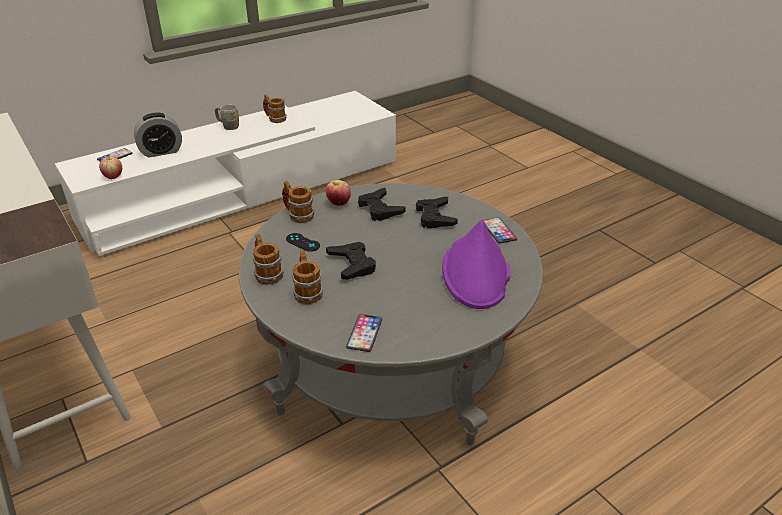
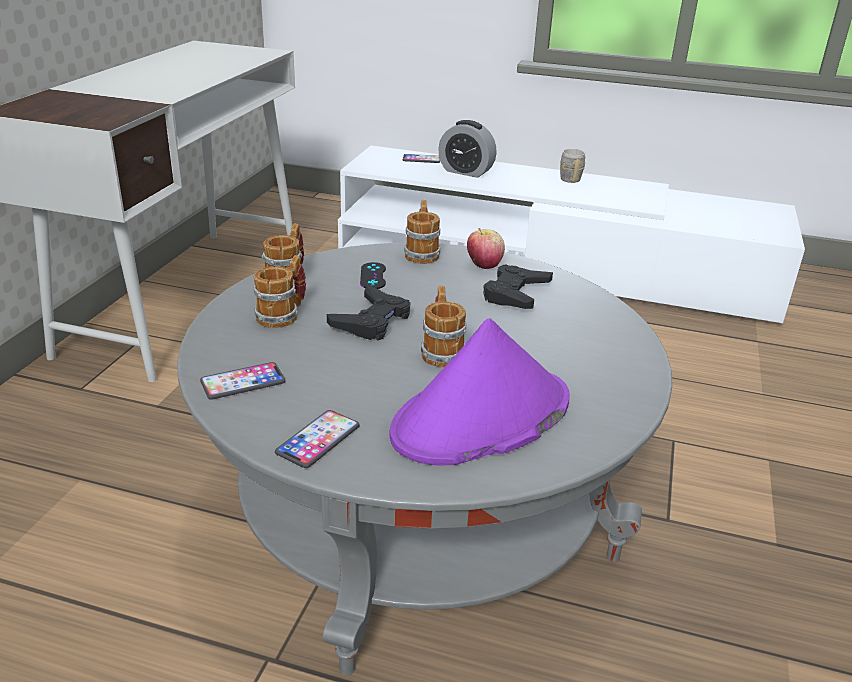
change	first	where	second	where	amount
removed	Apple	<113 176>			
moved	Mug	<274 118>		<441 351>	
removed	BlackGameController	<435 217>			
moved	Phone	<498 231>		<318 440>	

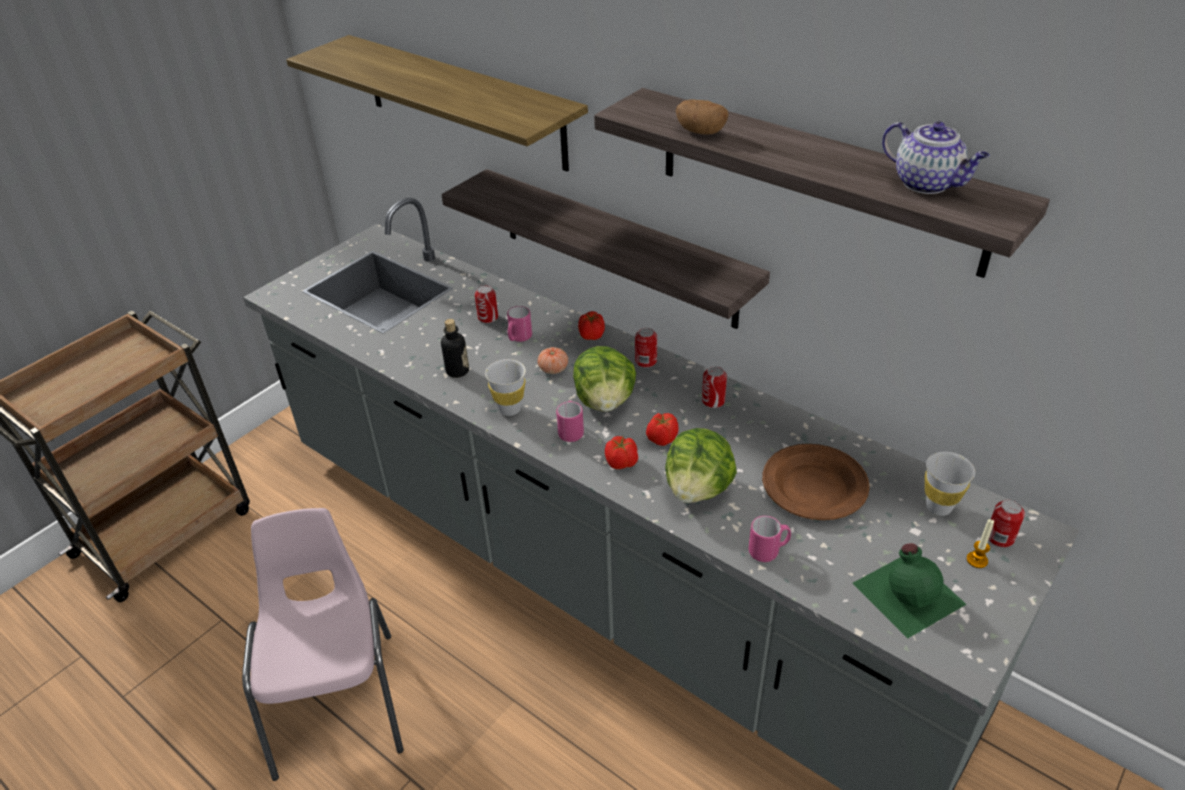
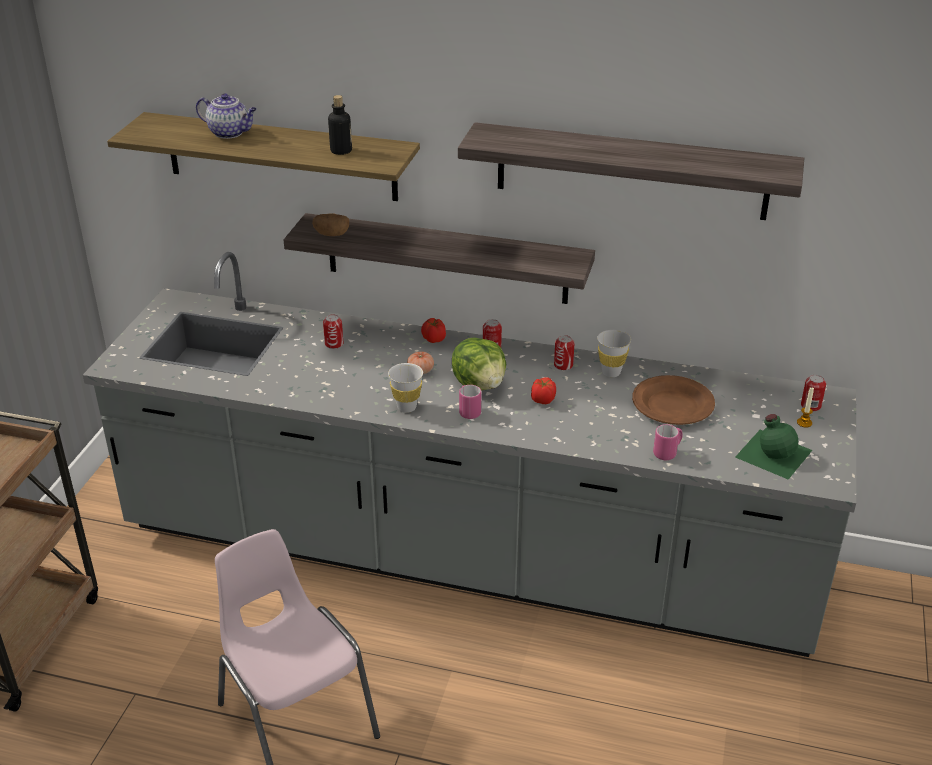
change	first	where	second	where	amount
moved	Bottle	<457 371>		<341 151>	
removed	PinkMug	<518 338>			
removed	Tomato	<622 463>			
removed	Lettuce	<698 489>			
moved	Potato	<700 132>		<331 234>	
moved	Teapot	<928 184>		<230 133>	
moved	WhiteCup	<938 507>		<611 372>	

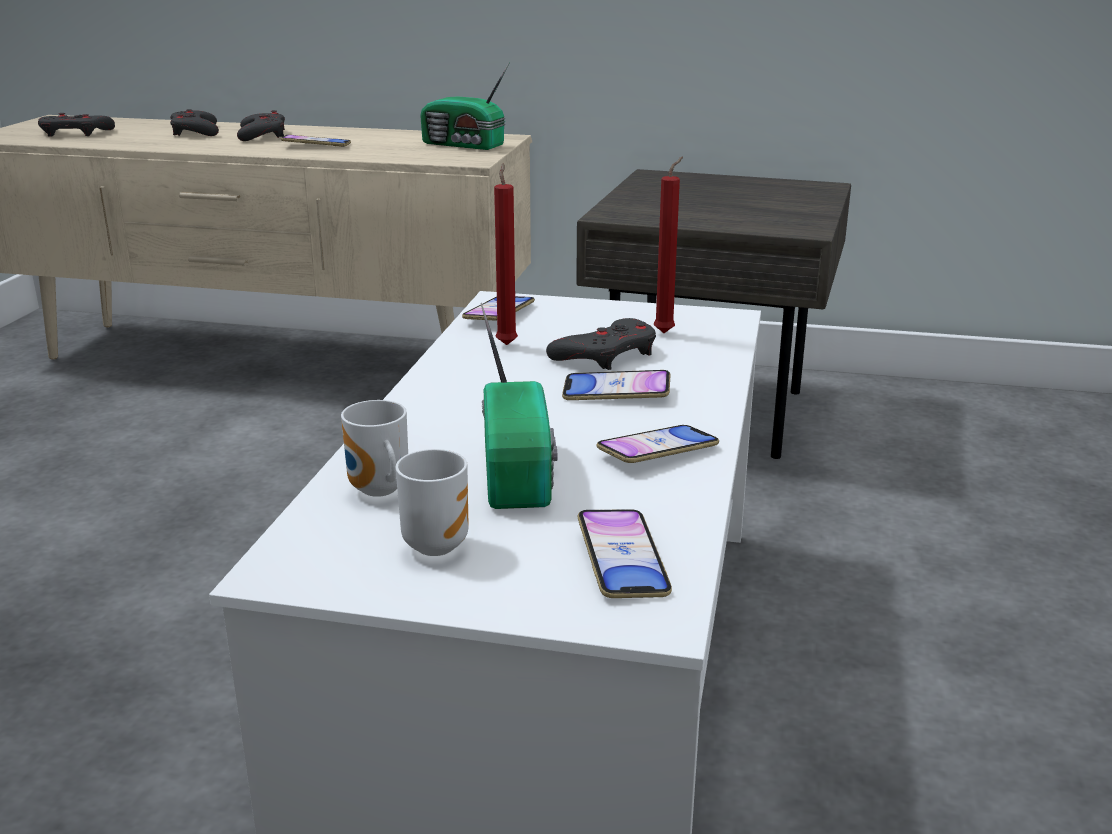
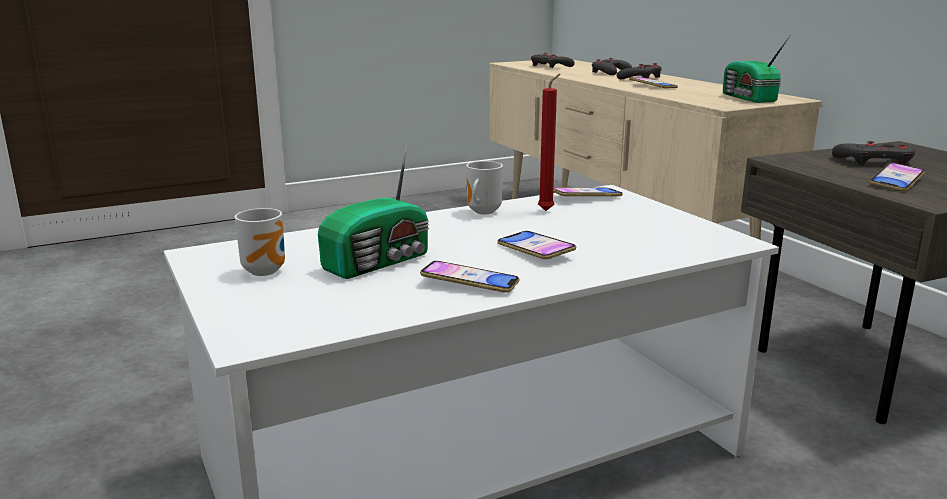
change	first	where	second	where	amount
moved	Mug	<378 491>		<481 212>	
moved	GreyGameController	<606 354>		<875 162>	
moved	Phone	<622 561>		<896 182>	
removed	RedCandle	<666 332>			

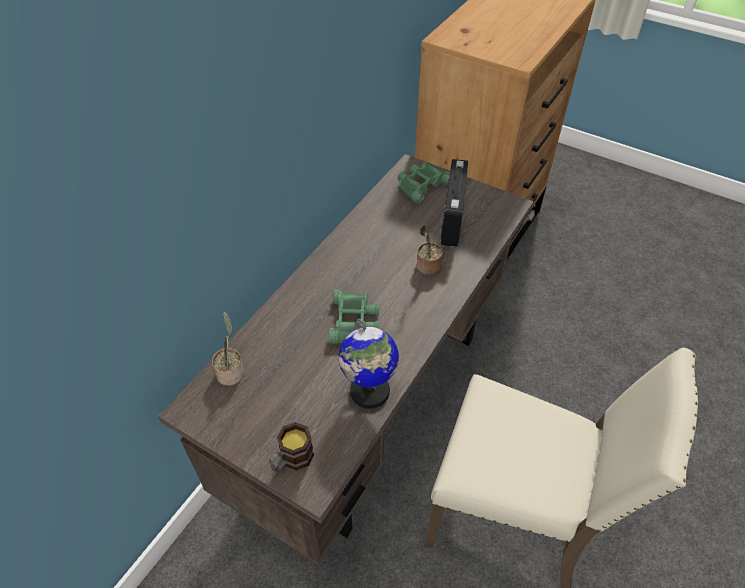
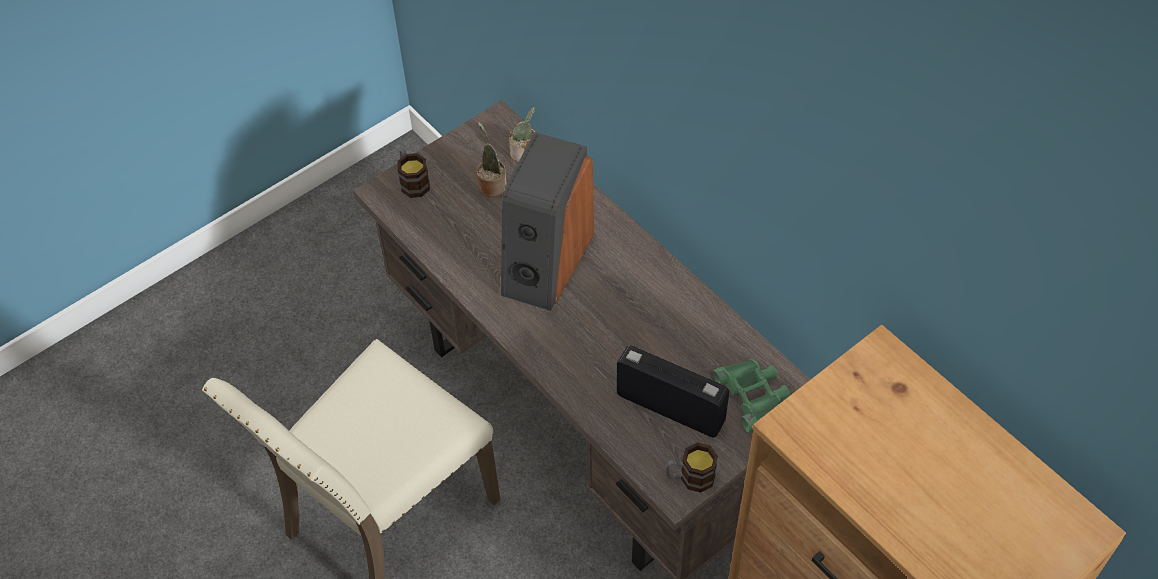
change	first	where	second	where	amount
replaced	GreenBinoculars	<354 321>	Speaker	<546 262>	
removed	Globe	<369 391>			
moved	PottedPlant	<427 267>		<491 184>	
added			Mug	<690 477>	

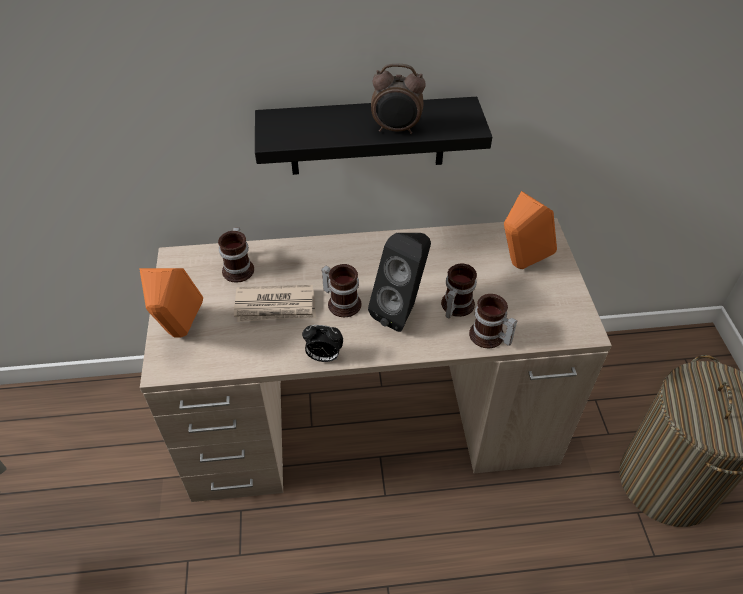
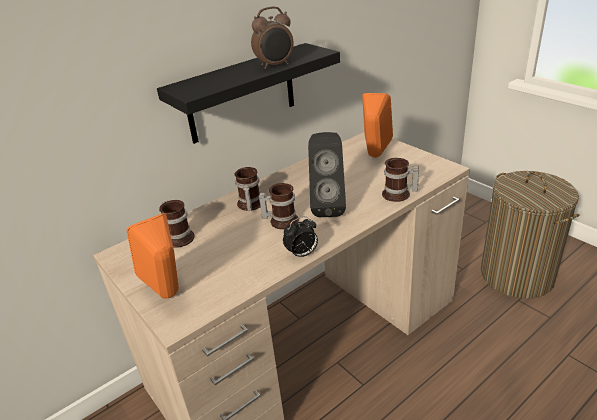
change	first	where	second	where	amount
removed	Newspaper	<276 306>			
moved	Mug	<454 306>		<249 205>	

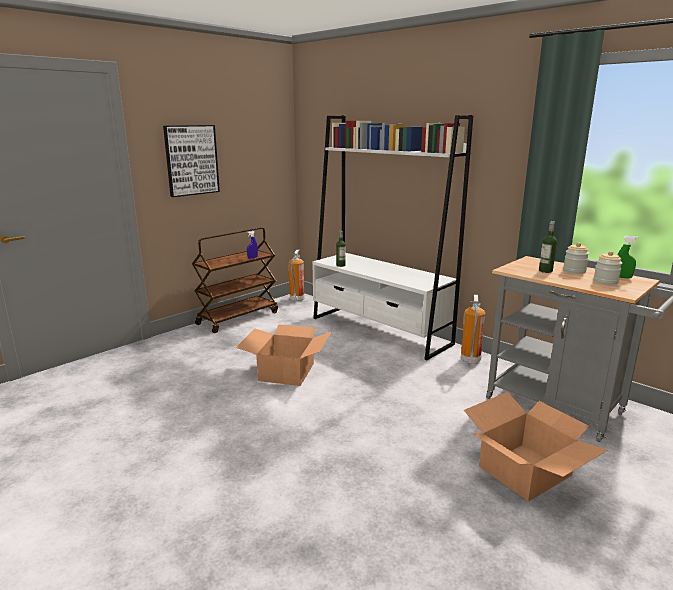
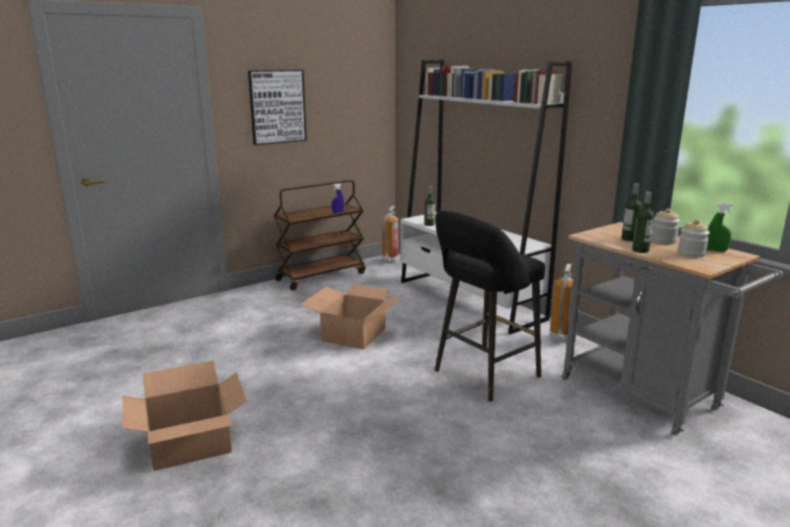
change	first	where	second	where	amount
moved	CardboardBox	<525 471>		<190 443>	
added			BlackStool	<482 375>	
added			Bottle	<640 250>	

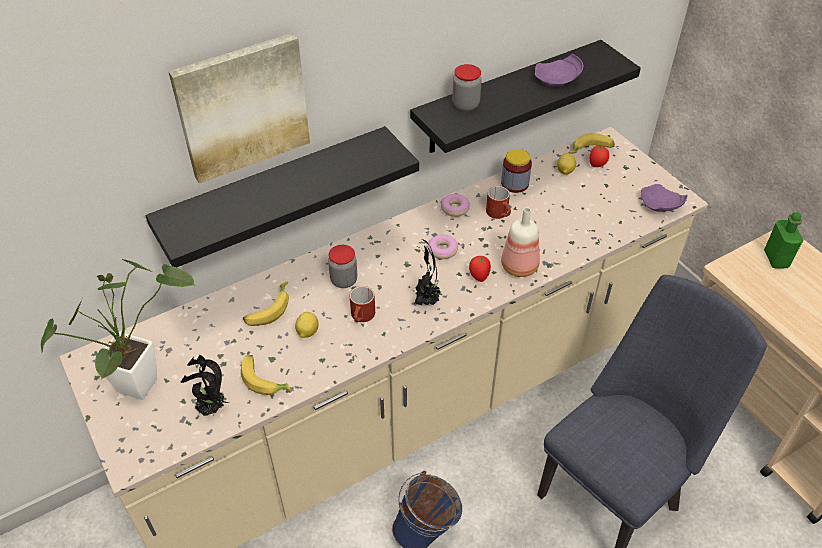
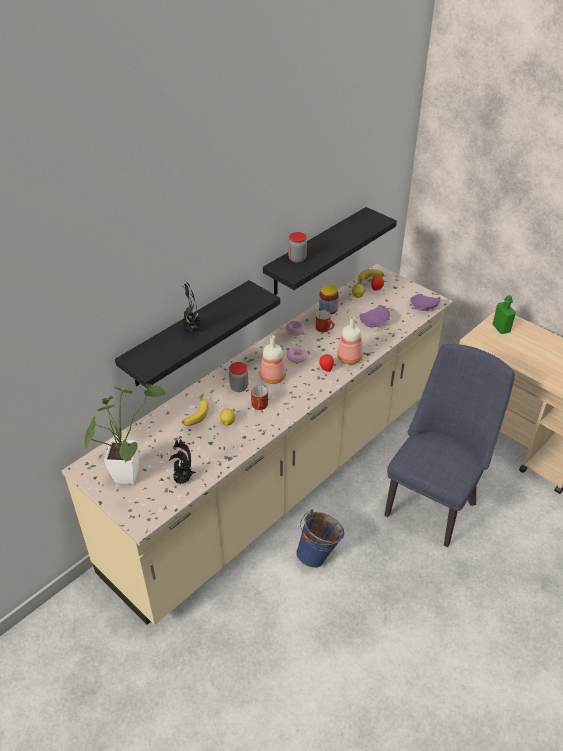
change	first	where	second	where	amount
removed	Picture	<242 107>			
removed	Banana	<265 379>			
moved	PottedPlant	<426 300>		<191 329>	
moved	PurplePlate	<557 80>		<374 322>	
added			Bottle	<272 377>	

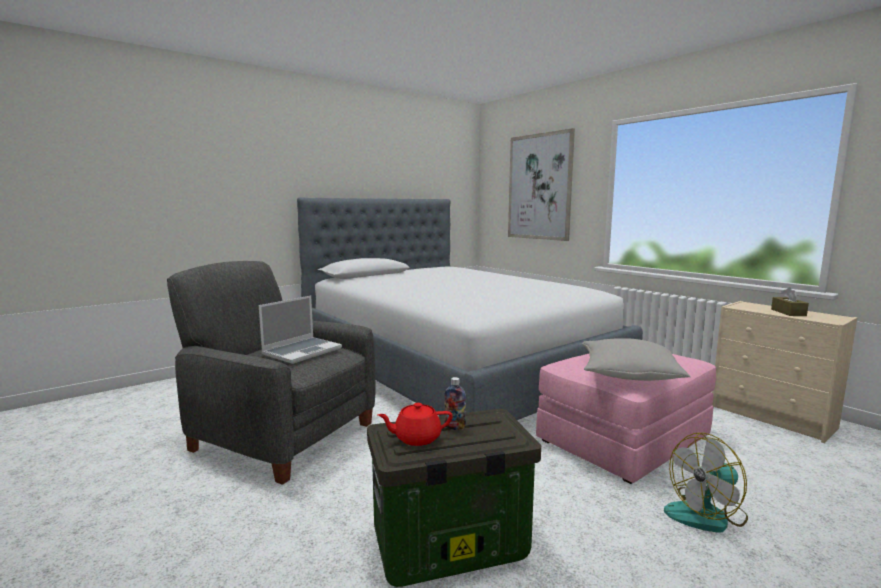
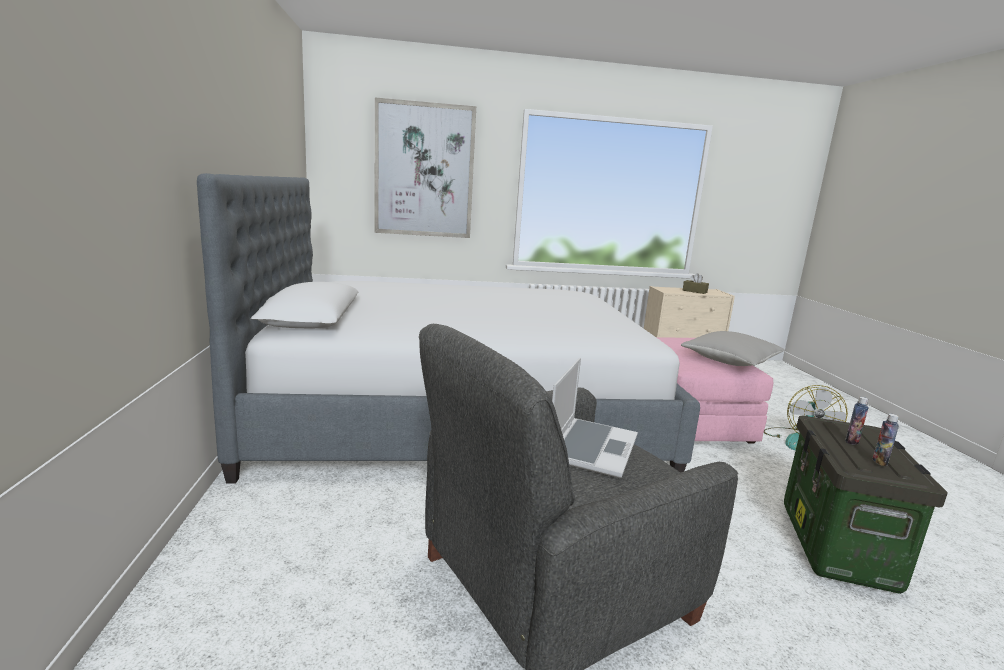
change	first	where	second	where	amount
turned	Laptop	<302 351>		<591 447>	45 degrees clockwise
replaced	RedTeapot	<416 438>	Bottle	<879 461>	

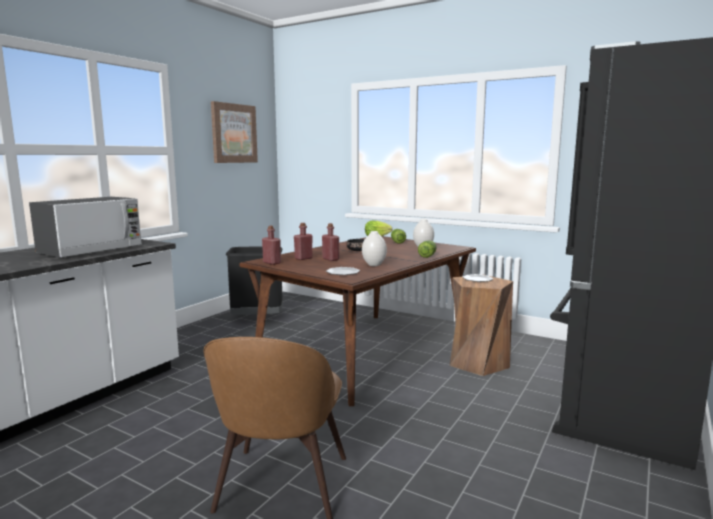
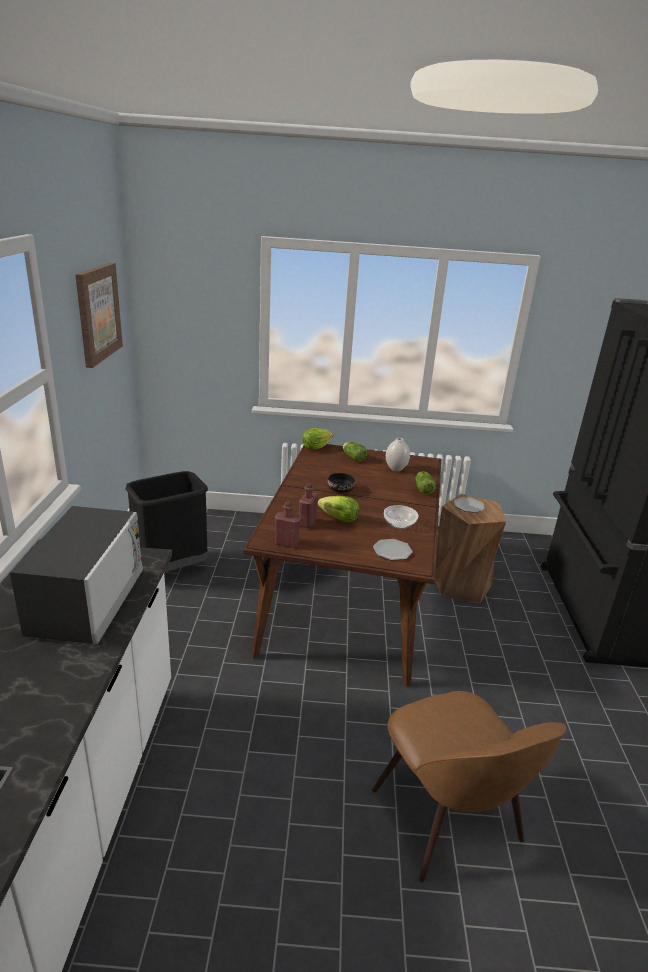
change	first	where	second	where	amount
replaced	RedBottle	<330 259>	Lettuce	<339 519>	
replaced	WhiteVase	<373 265>	Bowl	<399 524>	

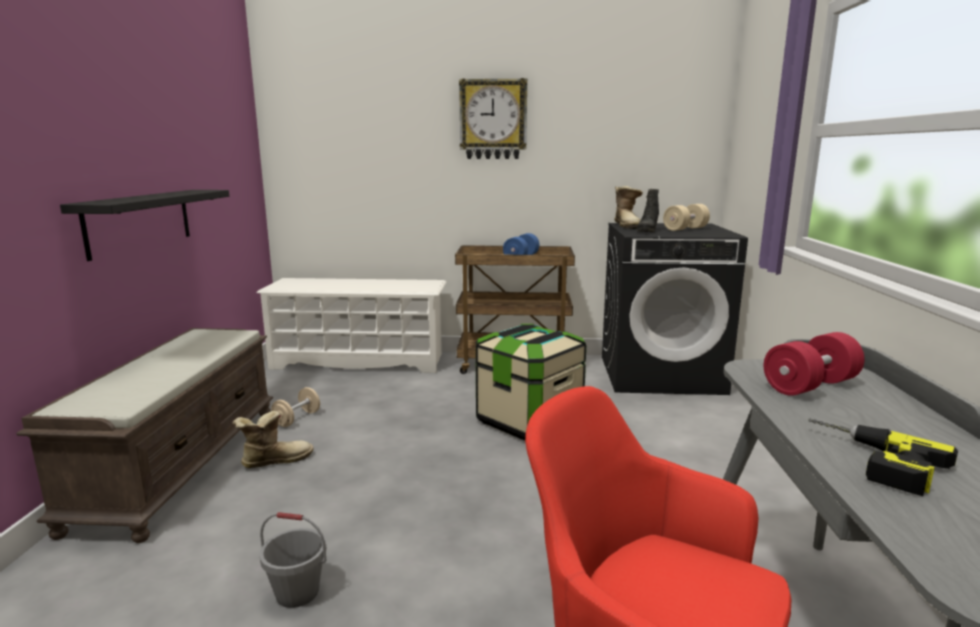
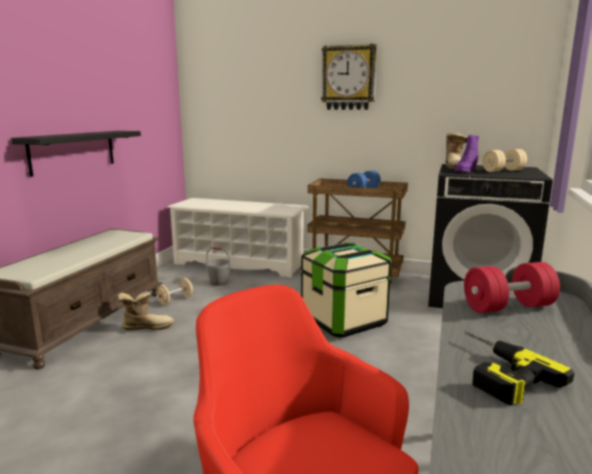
change	first	where	second	where	amount
moved	GreyBucket	<298 592>		<219 282>	
recoloured	BlackBoot	<647 231>	PurpleBoot	<465 171>	

